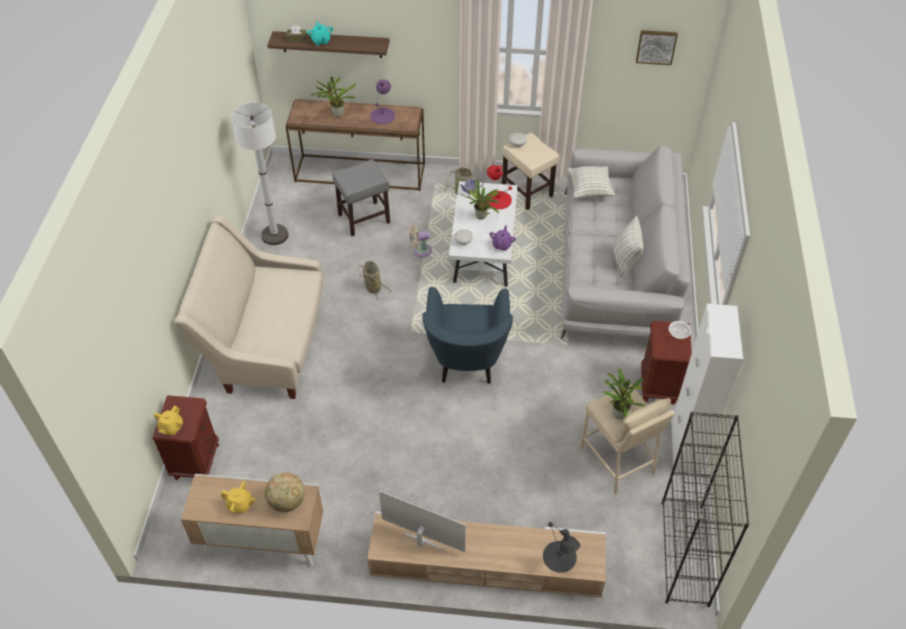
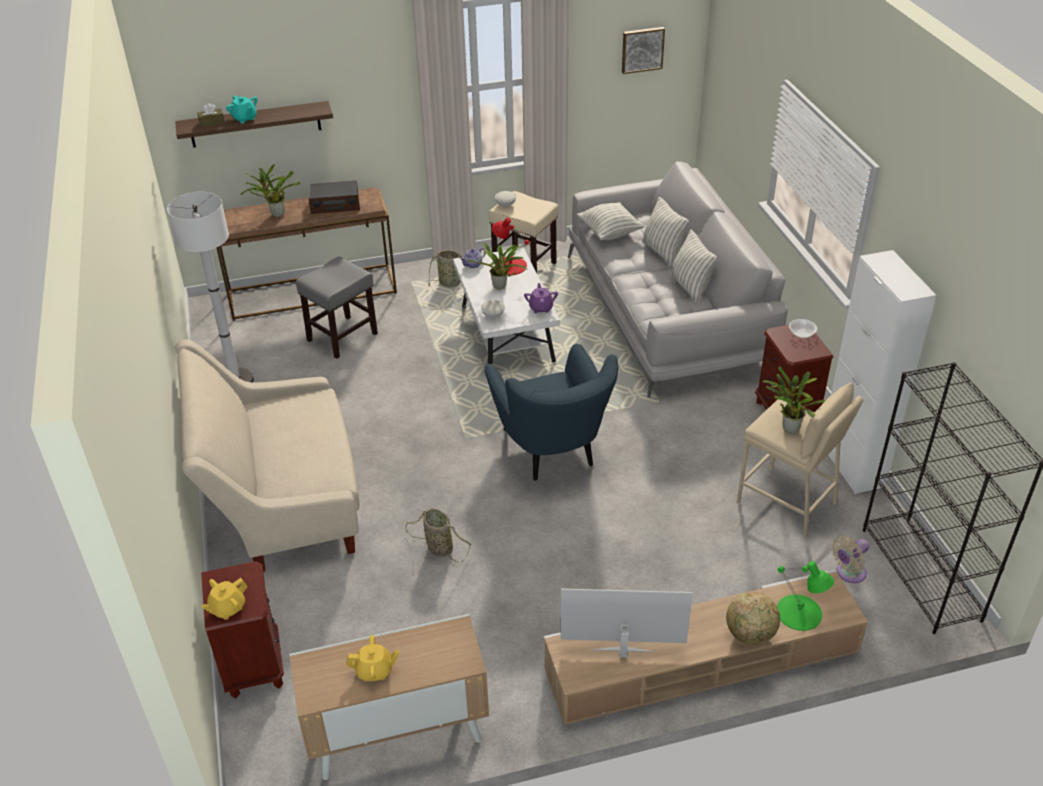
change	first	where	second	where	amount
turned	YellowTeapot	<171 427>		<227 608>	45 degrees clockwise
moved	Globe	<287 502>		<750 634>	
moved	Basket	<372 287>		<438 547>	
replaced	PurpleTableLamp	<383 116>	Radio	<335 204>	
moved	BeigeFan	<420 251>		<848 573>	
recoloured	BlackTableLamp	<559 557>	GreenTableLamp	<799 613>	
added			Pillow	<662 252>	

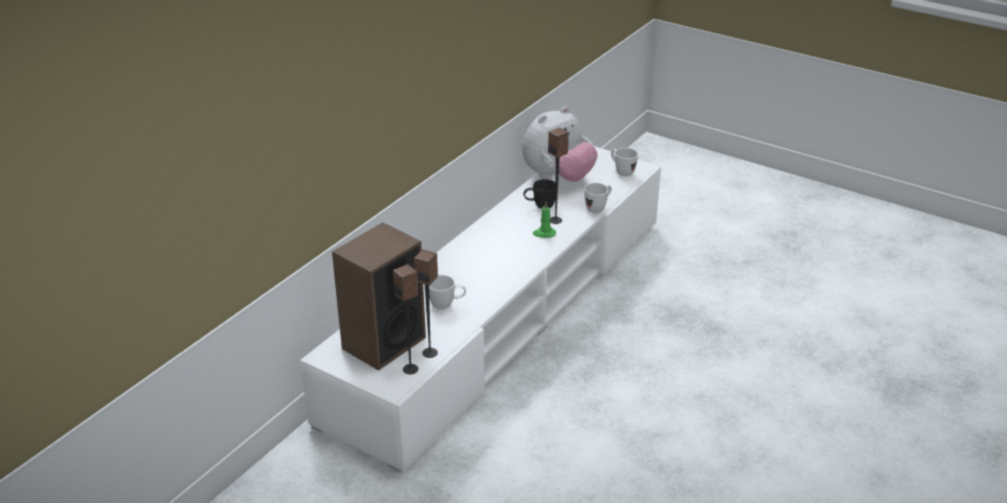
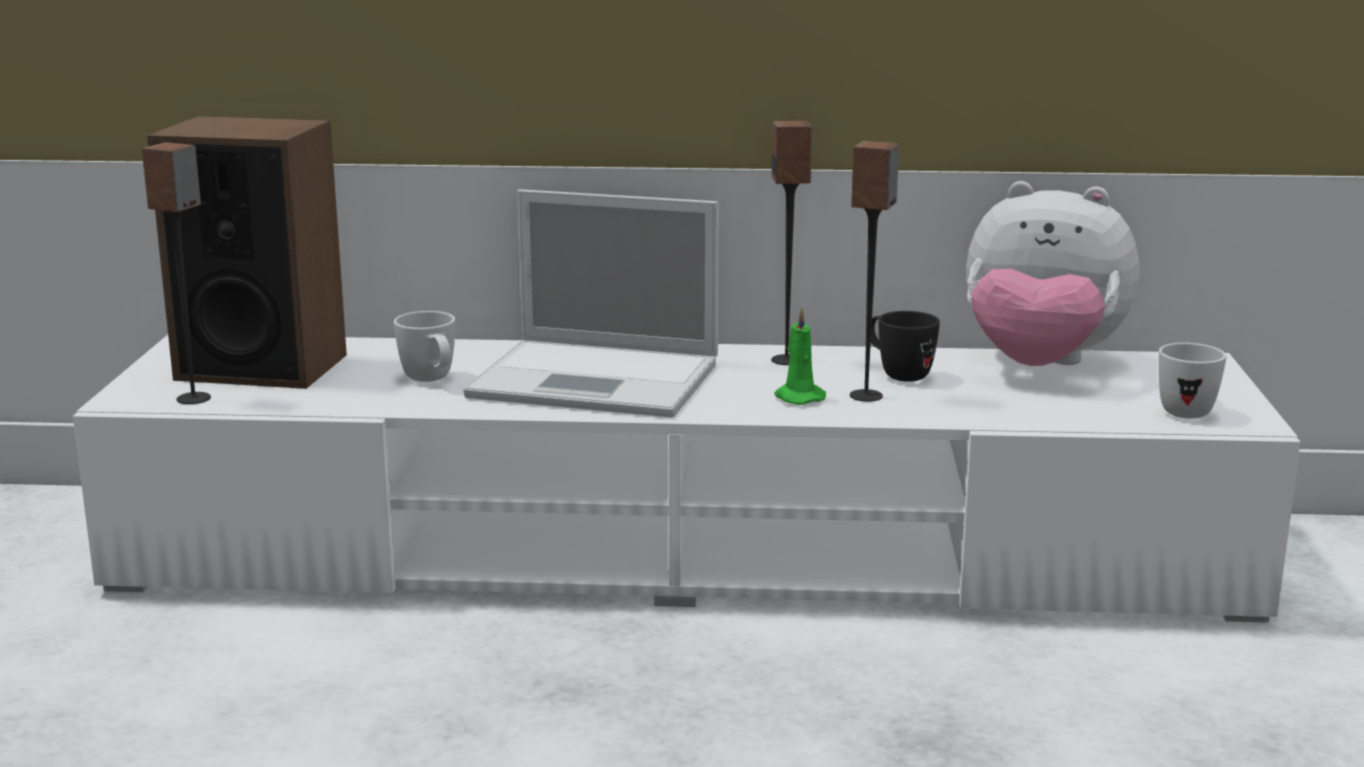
change	first	where	second	where	amount
moved	Speaker	<430 352>		<787 360>	
removed	WhiteMug	<598 208>			
added			Laptop	<600 380>	

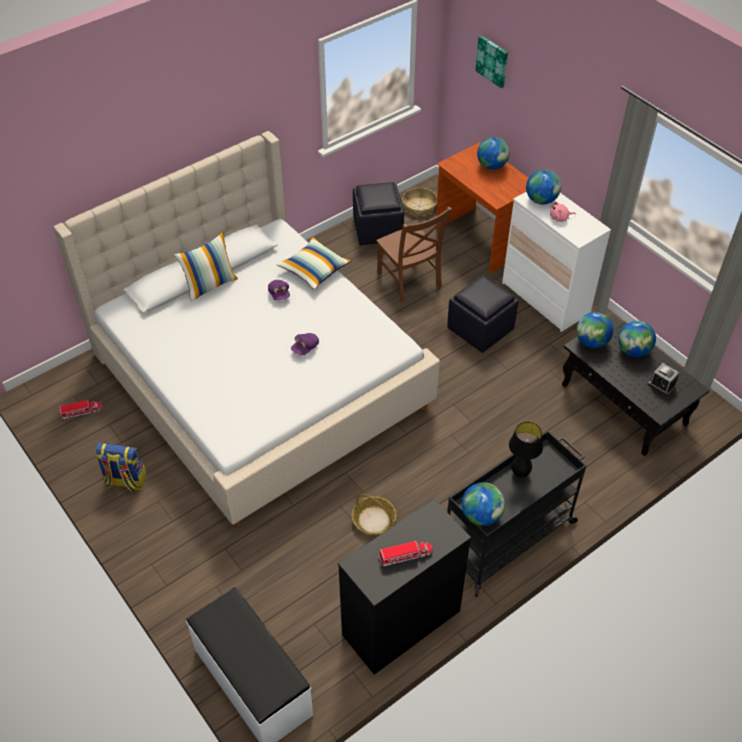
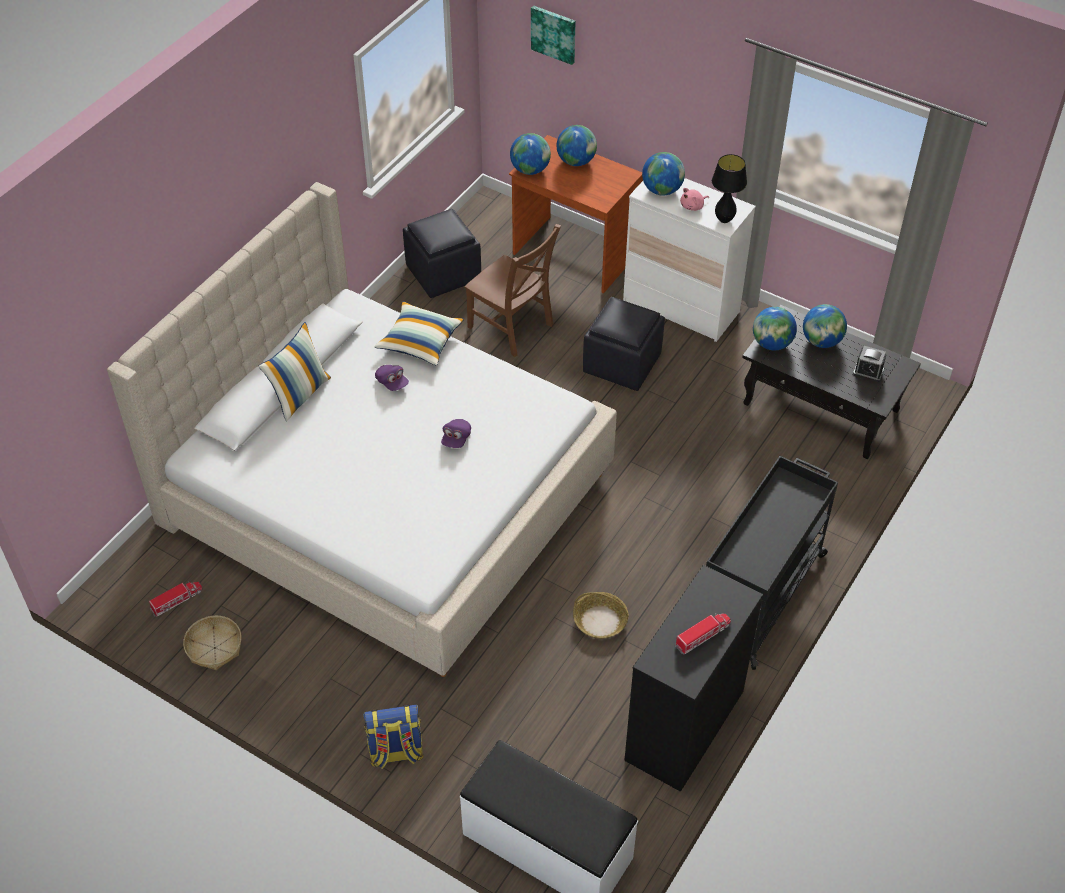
change	first	where	second	where	amount
moved	Backpack	<125 481>		<396 752>	
moved	Basket	<419 206>		<214 648>	
moved	Globe	<481 515>		<530 170>	
moved	BlackTableLamp	<520 473>		<724 220>	

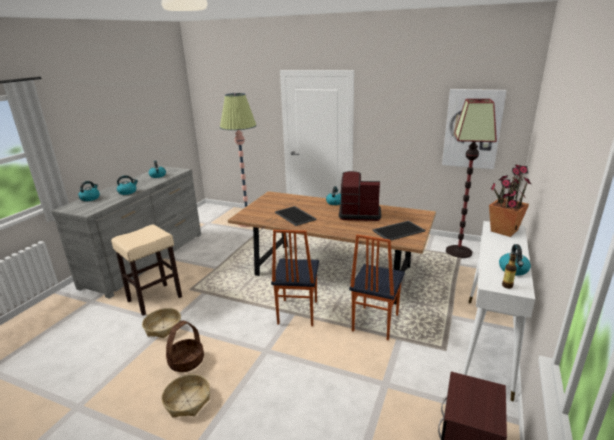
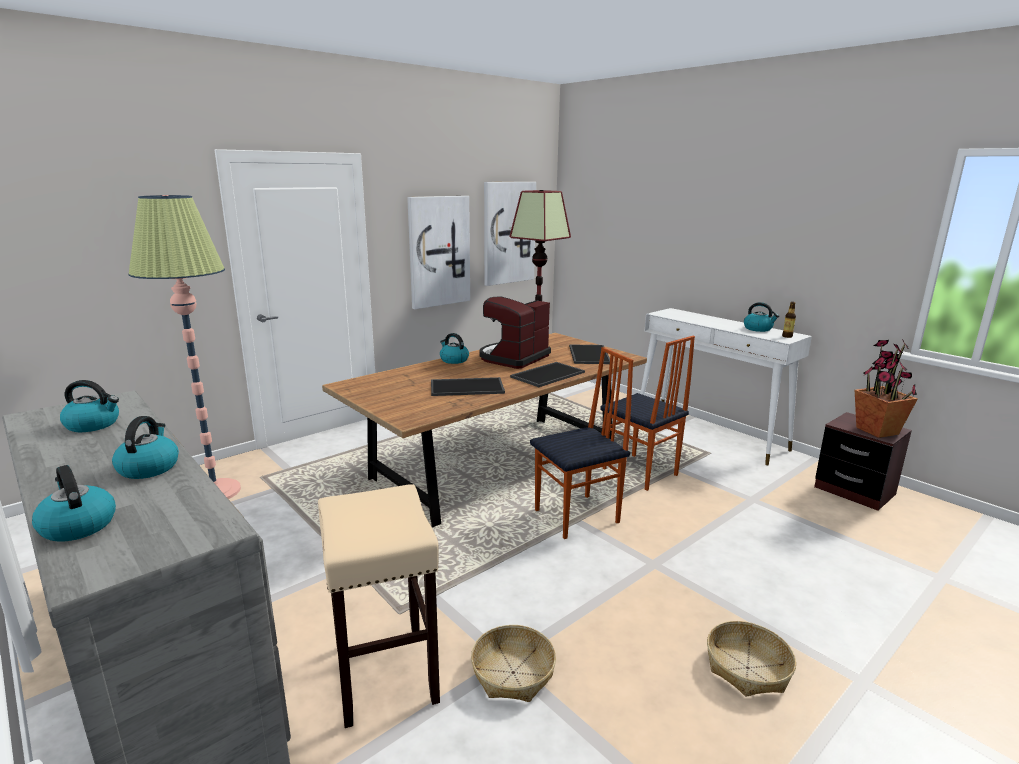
change	first	where	second	where	amount
removed	Basket	<186 361>			
turned	Chair	<297 313>		<578 517>	60 degrees counterclockwise
moved	PottedPlant	<503 231>		<877 431>	
added			Picture	<439 251>	
added			Tray	<547 374>	

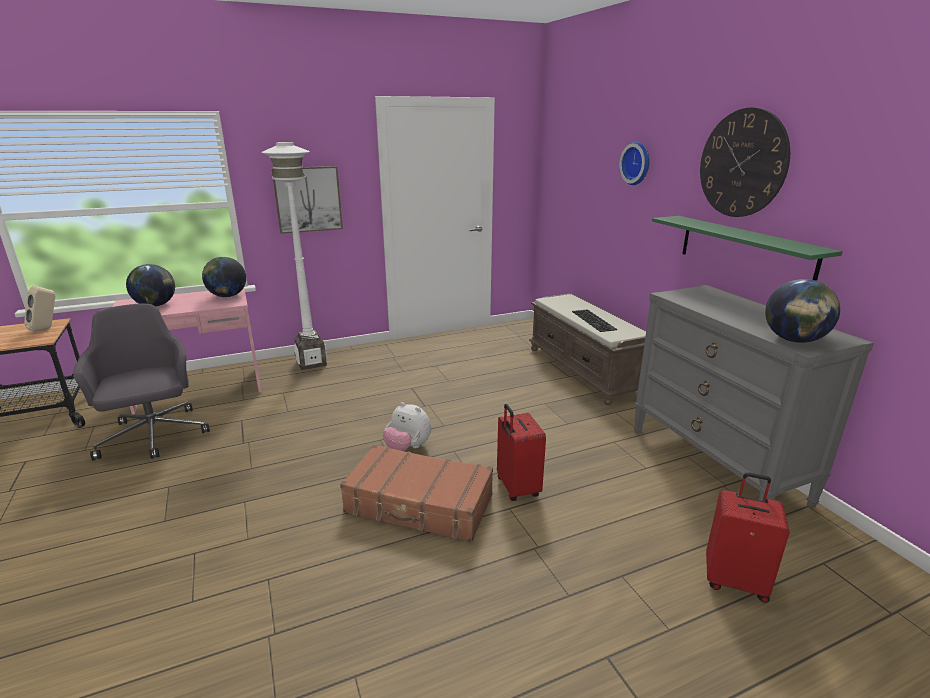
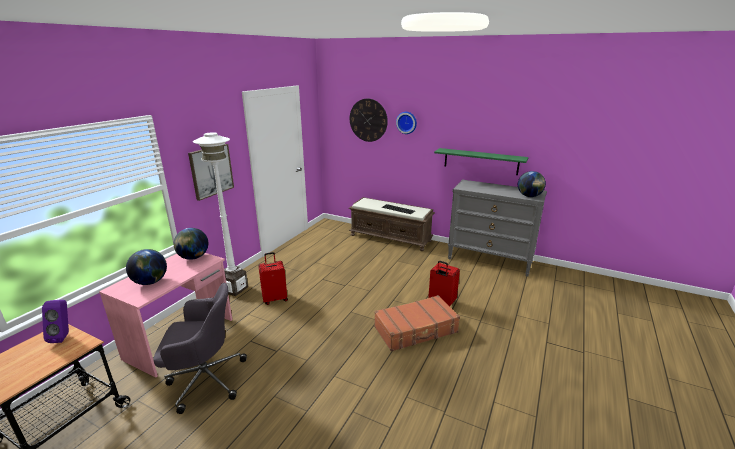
change	first	where	second	where	amount
recoloured	BeigeSpeaker	<47 329>	PurpleSpeaker	<64 336>	
turned	GreyOfficeChair	<154 436>		<205 379>	150 degrees clockwise
removed	PlushToy	<407 448>			
moved	WallClock	<742 163>		<368 120>	
moved	RedSuitcase	<735 581>		<275 299>	

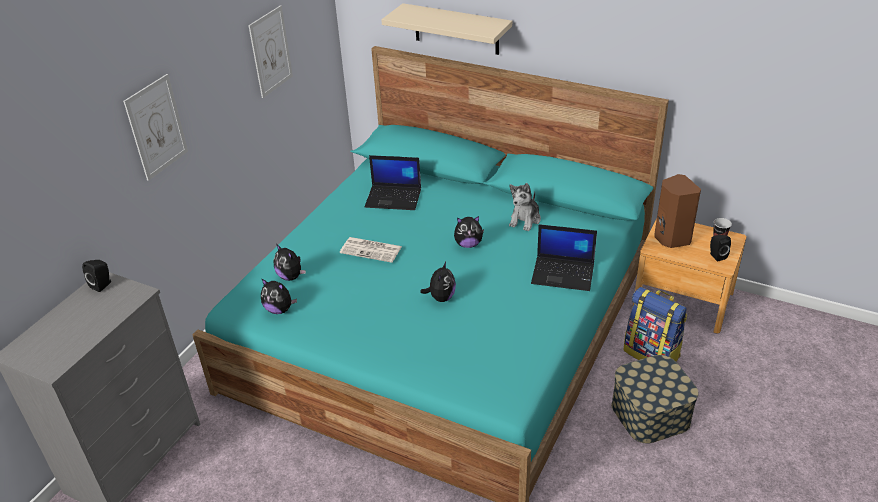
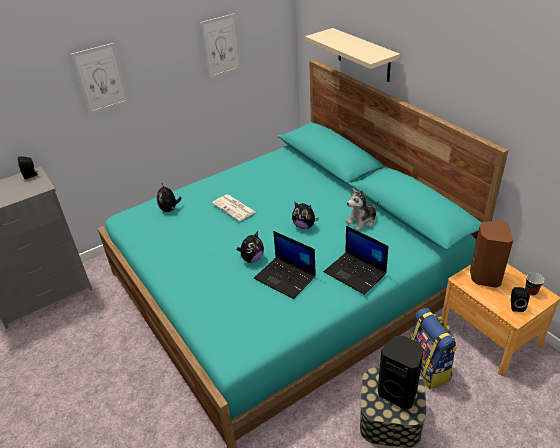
change	first	where	second	where	amount
removed	PlushToy	<279 309>			
moved	Laptop	<394 198>		<286 277>	
added			BlackSpeaker	<398 392>	

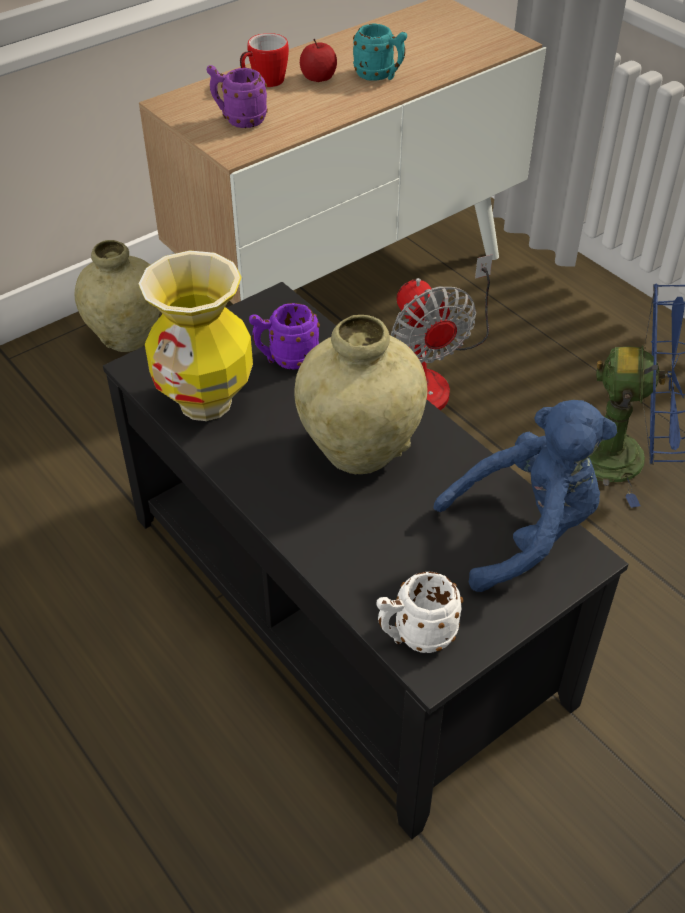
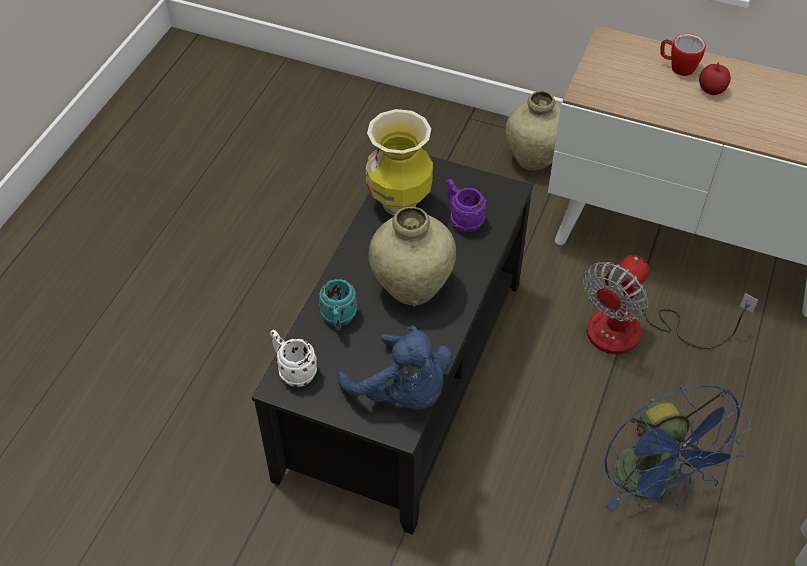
change	first	where	second	where	amount
removed	PurpleMug	<239 120>			
moved	TurquoiseMug	<379 76>		<338 320>	

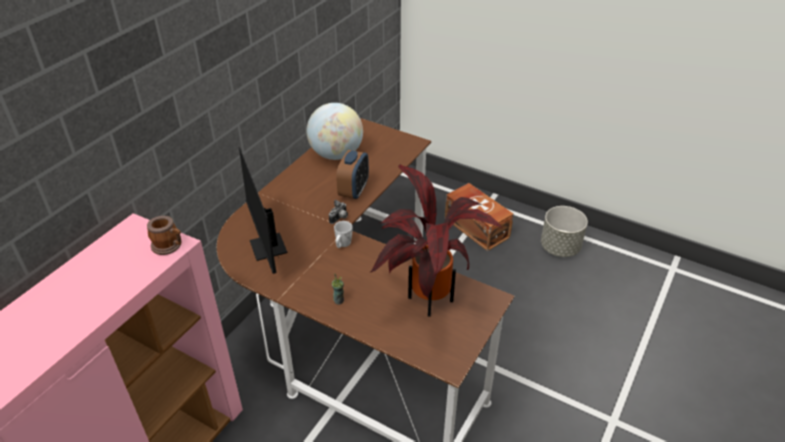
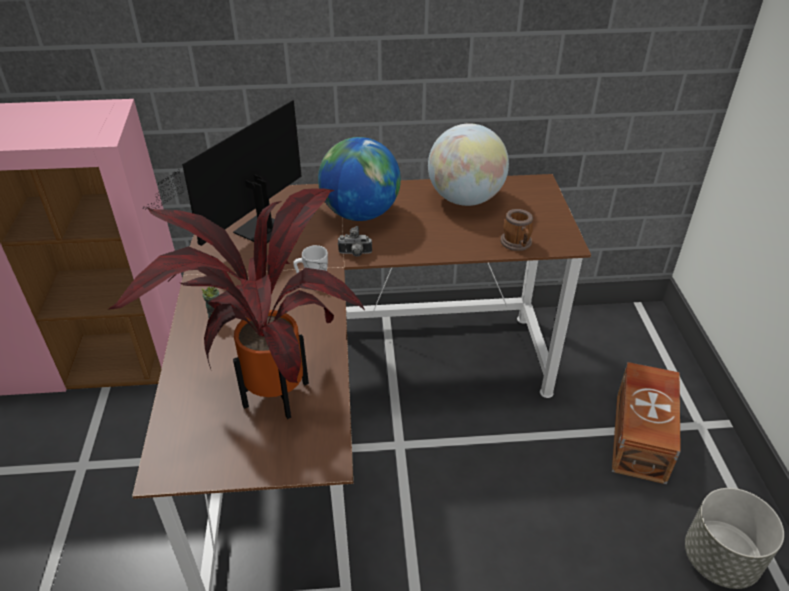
change	first	where	second	where	amount
moved	Mug	<169 246>		<517 244>	
removed	AlarmClock	<353 191>			
added			Globe	<360 214>	

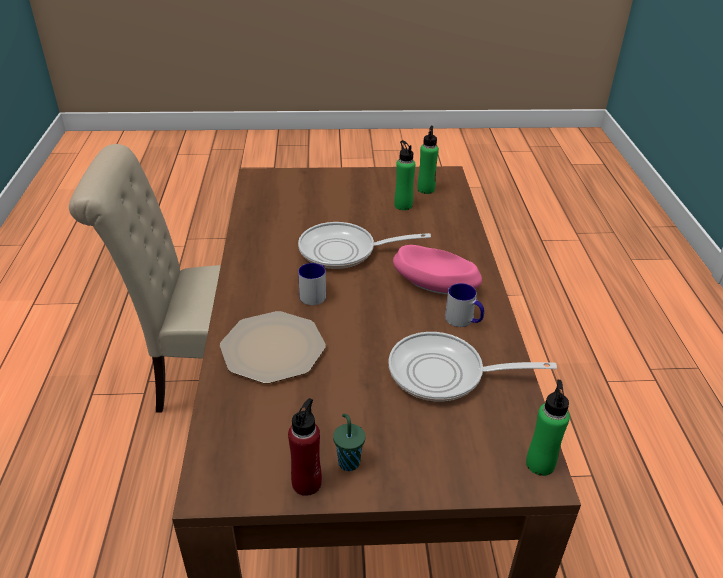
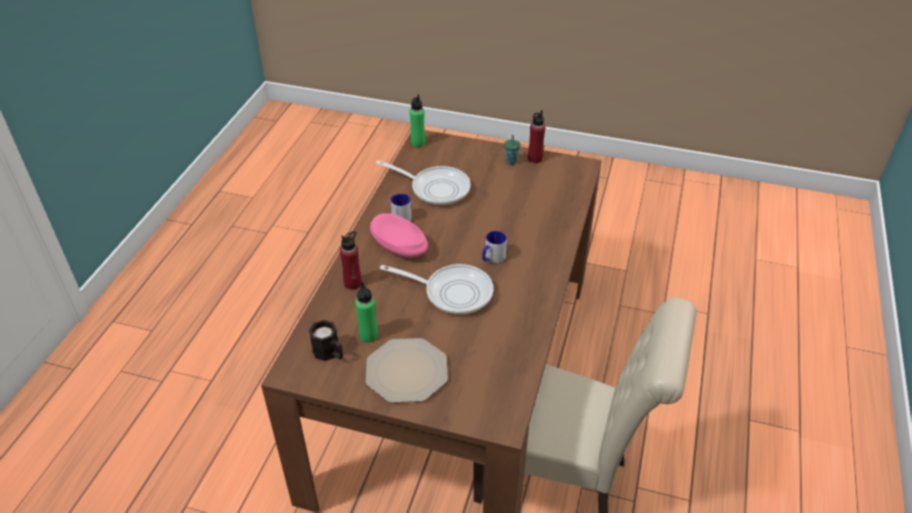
change	first	where	second	where	amount
moved	Plate	<272 347>		<406 372>	
replaced	GreenBottle	<426 189>	BlackMug	<330 353>	
added			RedBottle	<353 283>	

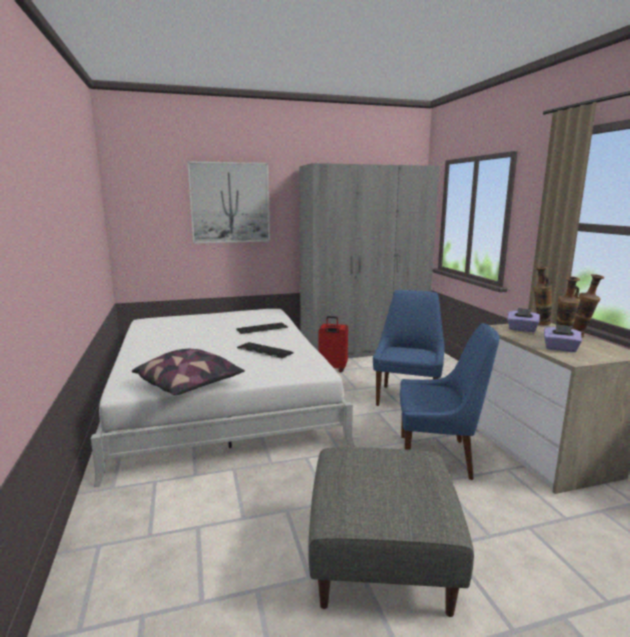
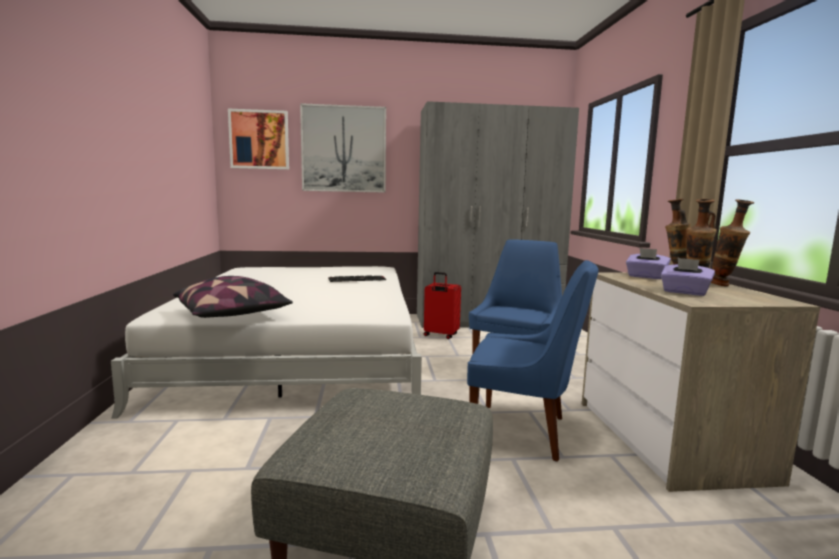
change	first	where	second	where	amount
removed	Keyboard	<263 350>			
added			Picture	<259 139>	

